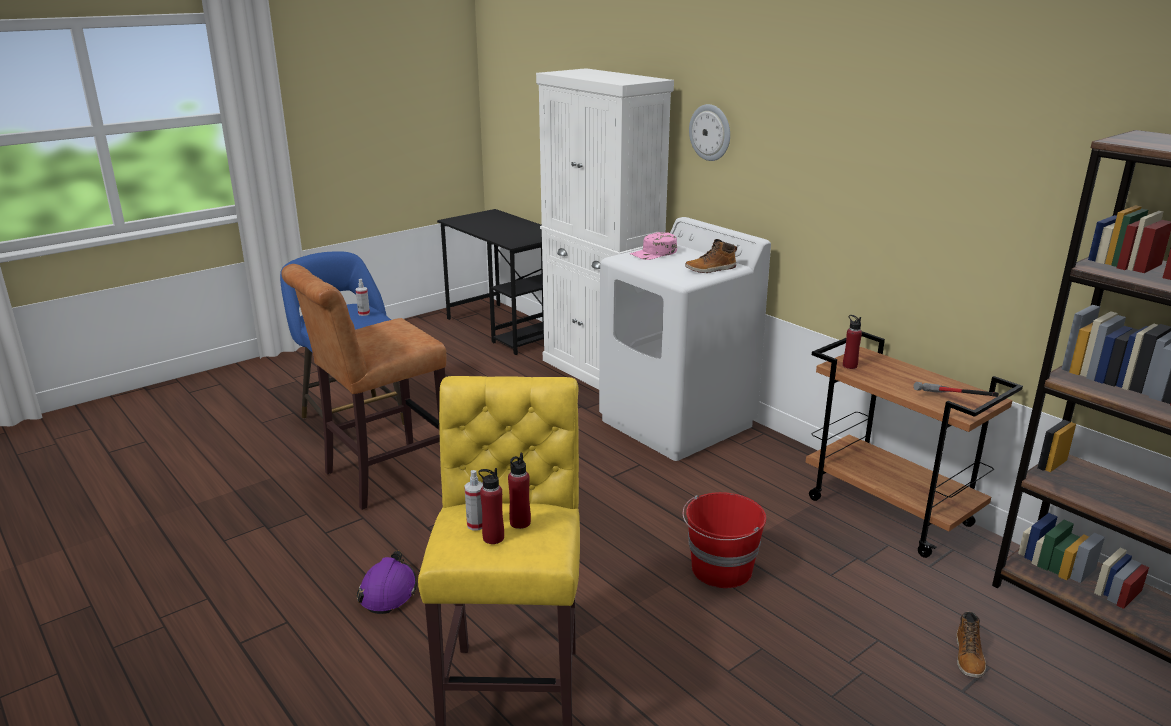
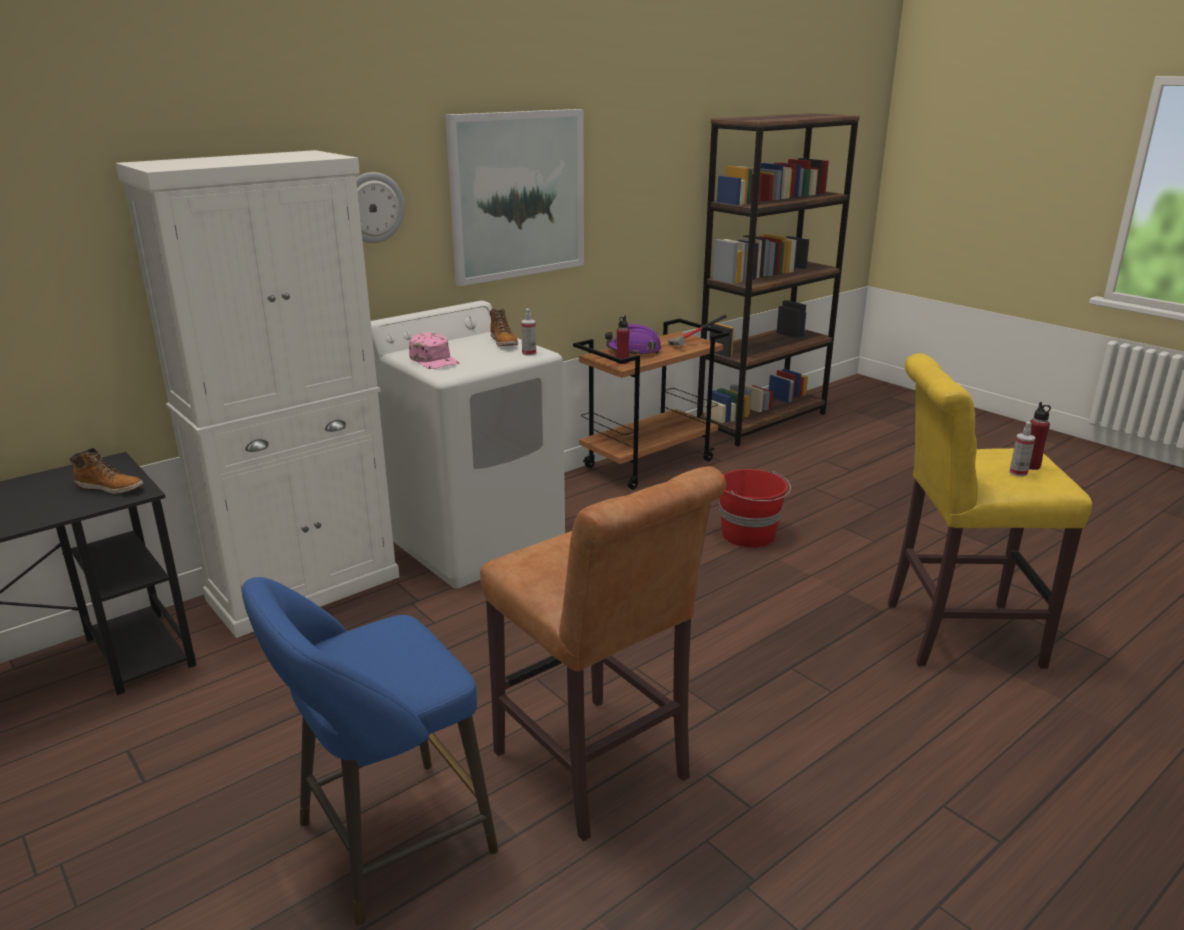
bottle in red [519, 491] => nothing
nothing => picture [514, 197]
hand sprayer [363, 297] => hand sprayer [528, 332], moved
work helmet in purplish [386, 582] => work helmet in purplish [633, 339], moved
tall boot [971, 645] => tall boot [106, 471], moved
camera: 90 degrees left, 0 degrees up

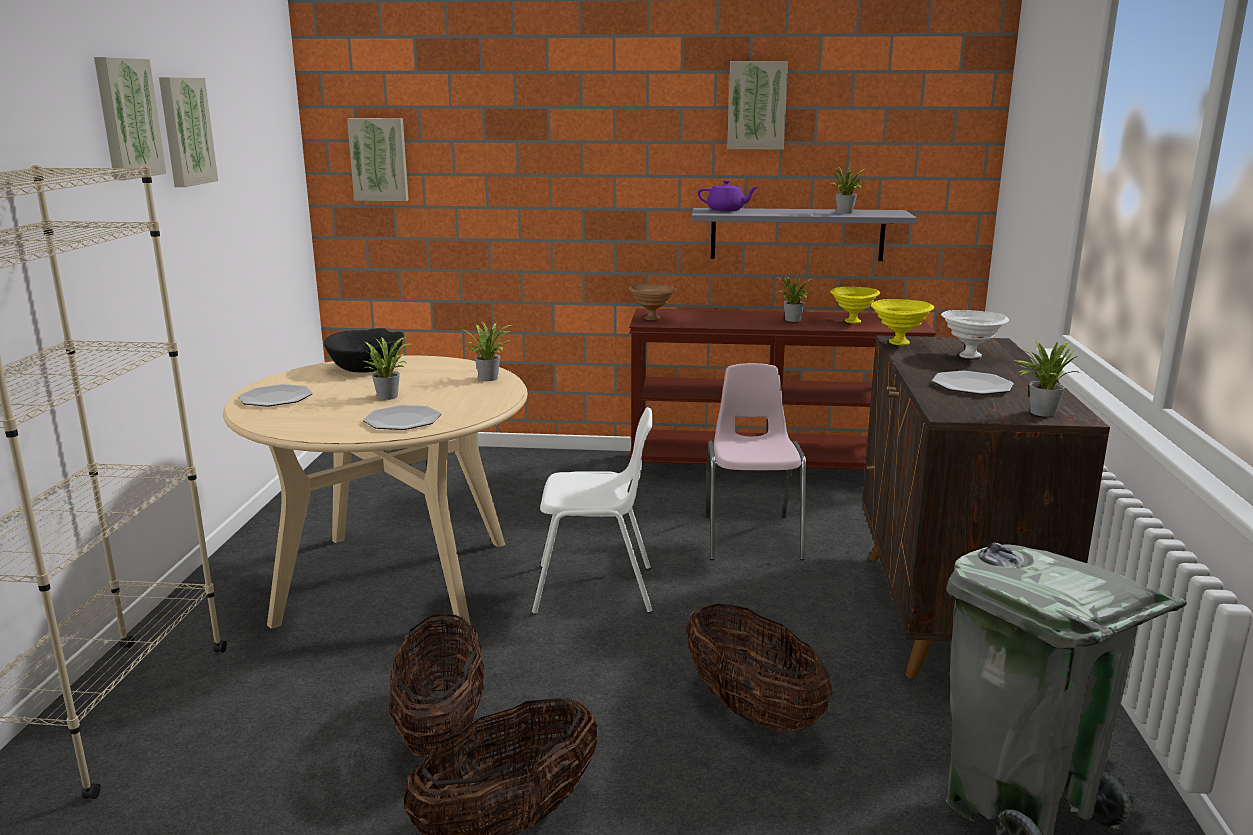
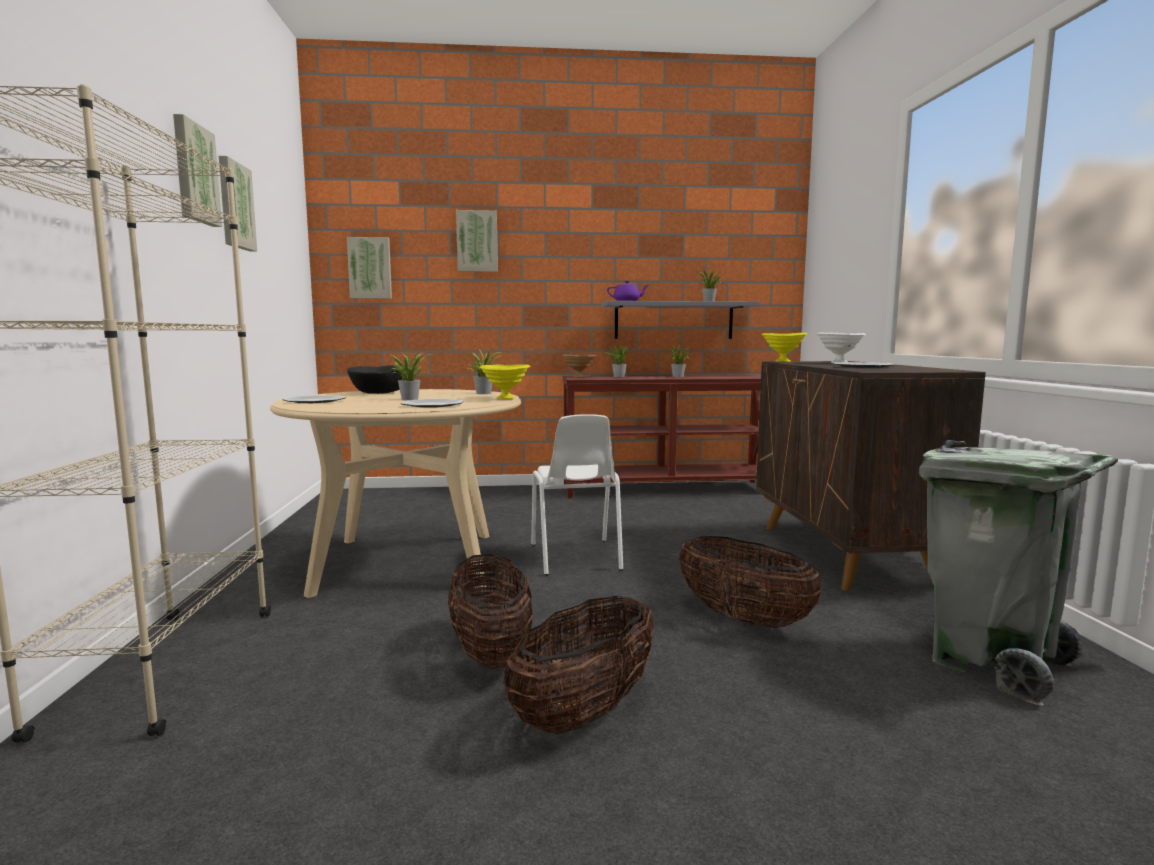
plain chair in pink-coloured [755, 461] => nothing
picture [757, 105] => picture [477, 241], moved
serving bowl in yellow-coloured [855, 305] => serving bowl in yellow-coloured [504, 381], moved
potted plant [1047, 378] => potted plant [618, 360], moved
plain chair in whitish [592, 511] => plain chair in whitish [577, 494], 90 degrees clockwise
camera: 10 degrees left, 10 degrees down

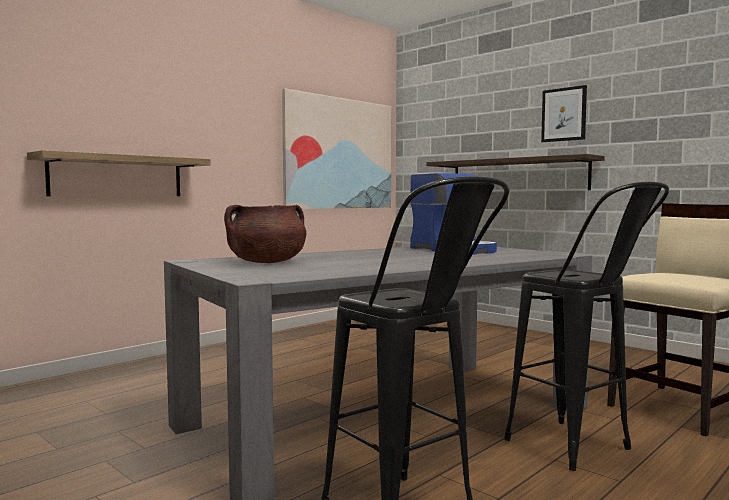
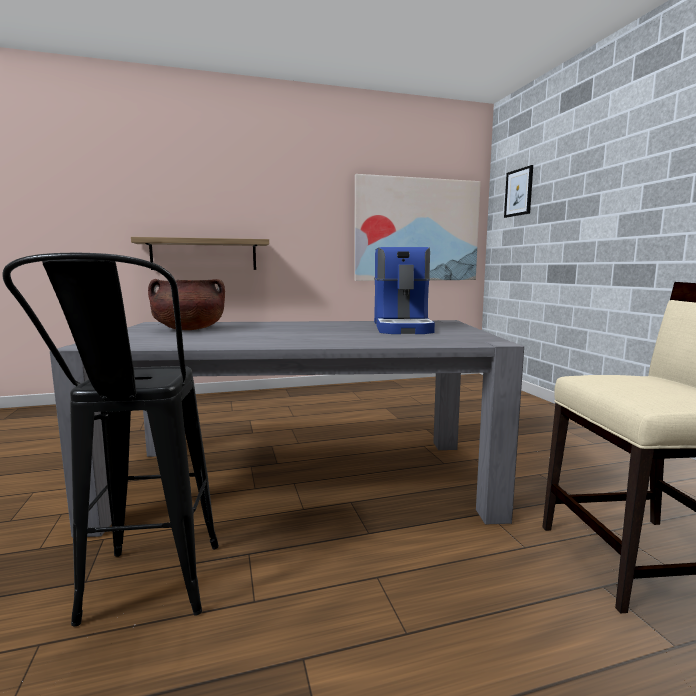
wall shelf [515, 172] => nothing
sitting stool in black-coloured [586, 326] => nothing
picture [564, 113] => picture [518, 191], moved
camera: 30 degrees right, 5 degrees up

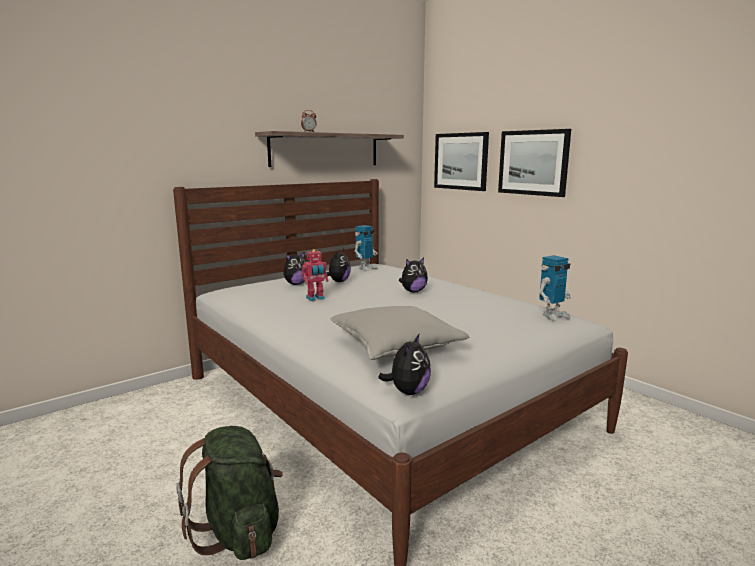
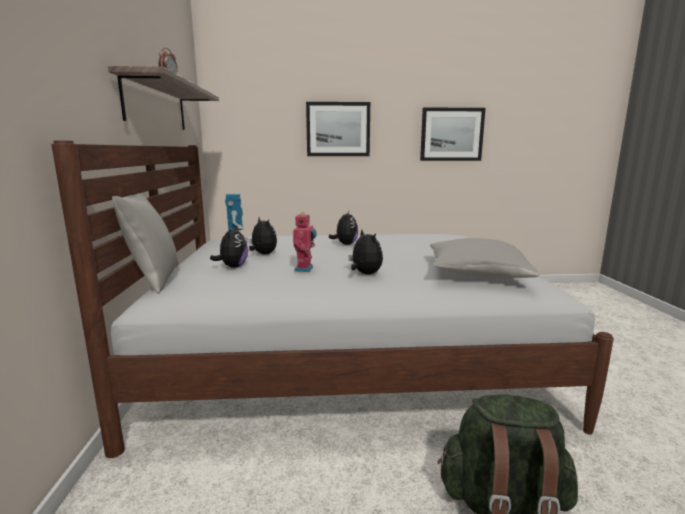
model robot [555, 288] => nothing
nothing => pillow in greyish [145, 243]
cuddly toy [404, 364] => cuddly toy [365, 252], moved
picture [461, 161] => picture [452, 134], moved
camera: 55 degrees left, 0 degrees up

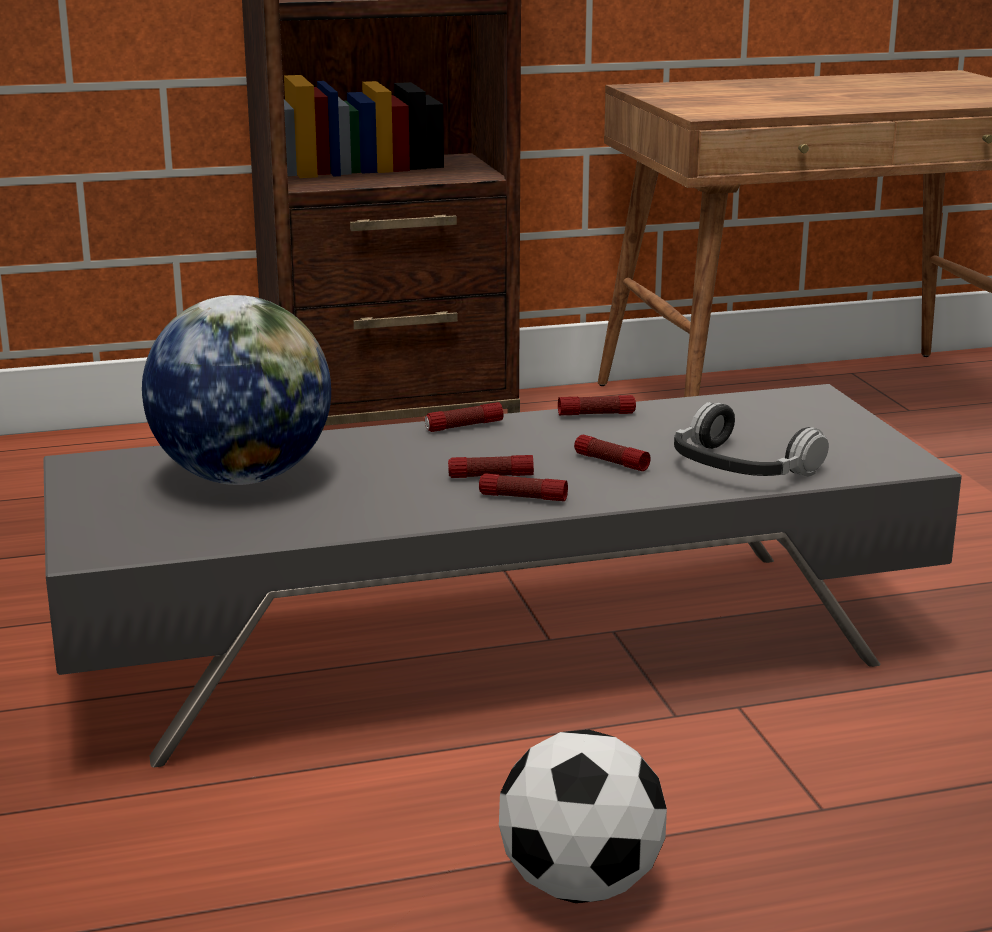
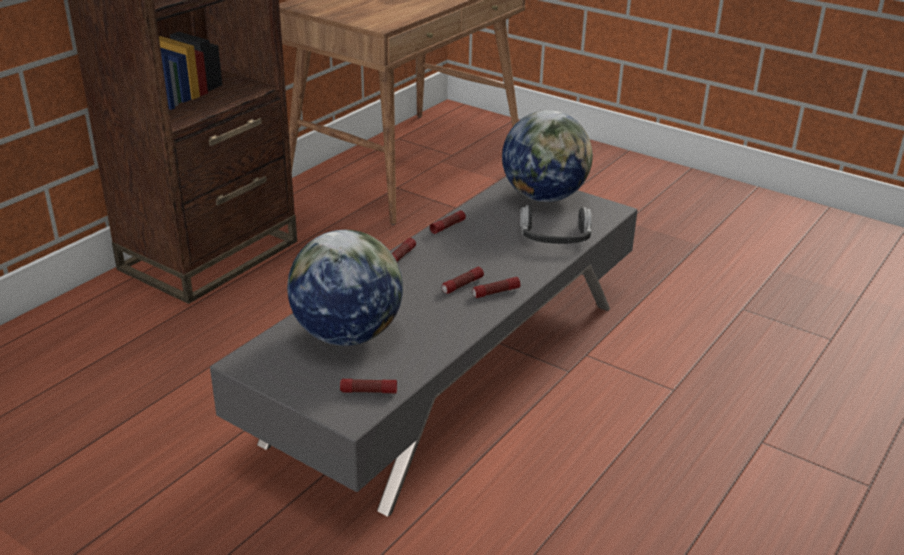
football ball [583, 816] => nothing
nothing => globe [547, 156]
hand torch [612, 453] => hand torch [368, 386], moved
camera: 40 degrees left, 10 degrees up

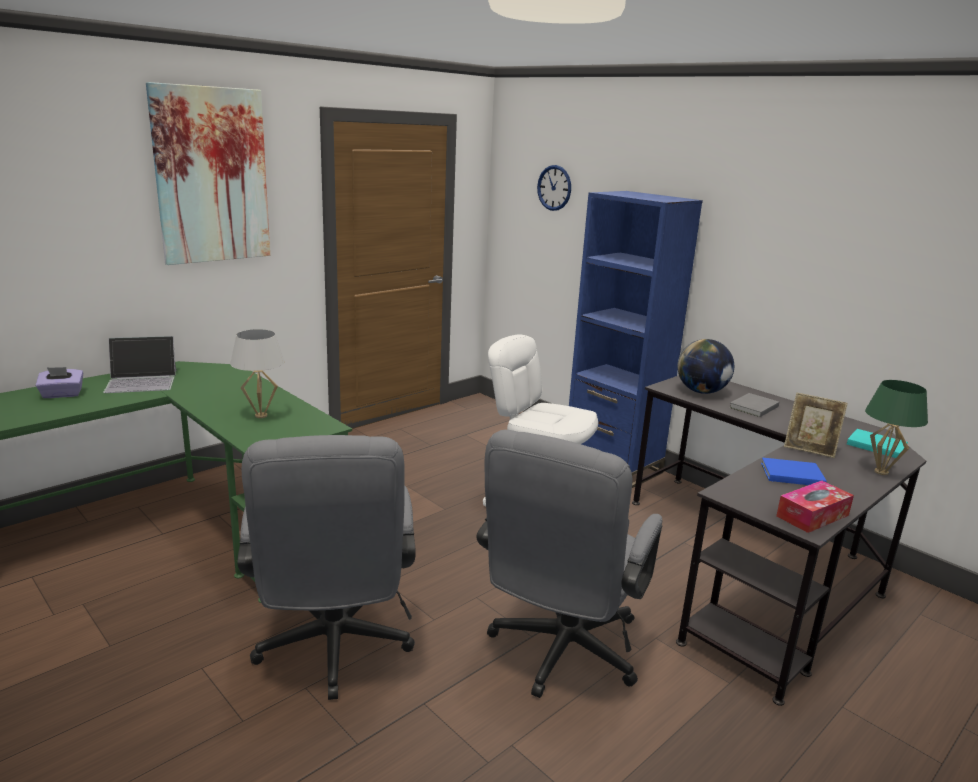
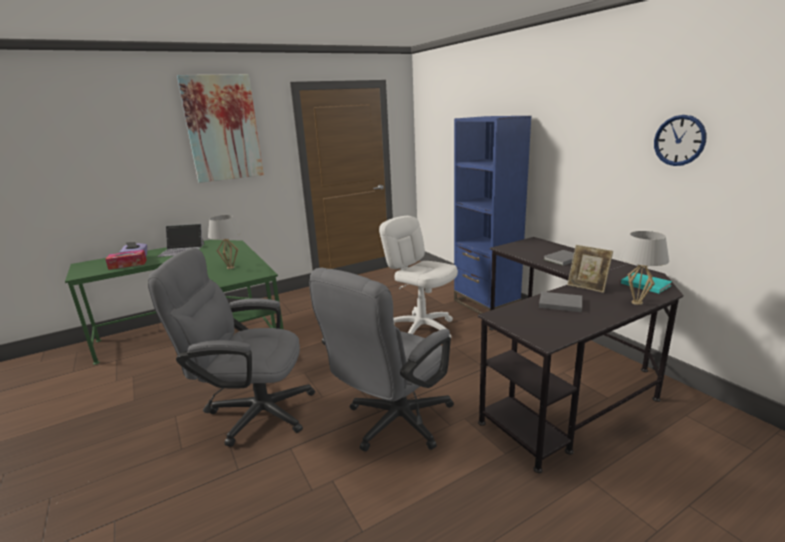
globe [705, 366] => nothing
wall clock [554, 188] => wall clock [680, 140], moved
tissue holder [815, 507] => tissue holder [126, 260], moved
volume in bluish [794, 471] => volume in greyish [560, 302]
table lamp in green [896, 427] => table lamp in whitish [644, 268]
desk chair in greyish [326, 567] => desk chair in greyish [231, 347], 90 degrees clockwise
camera: 15 degrees right, 0 degrees up

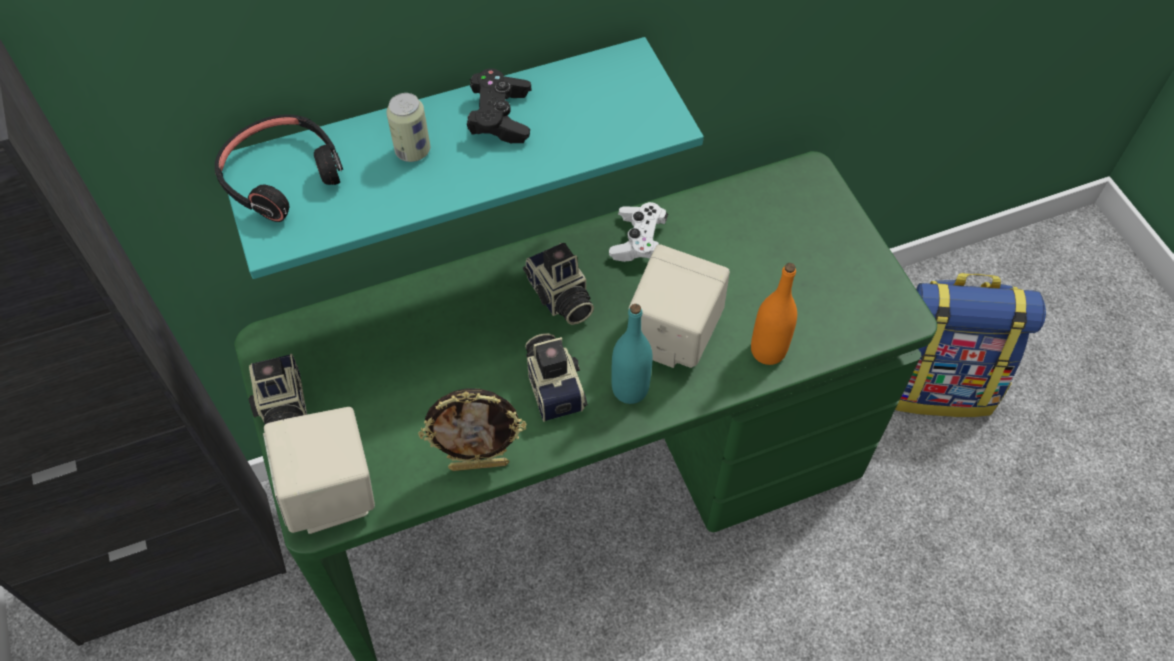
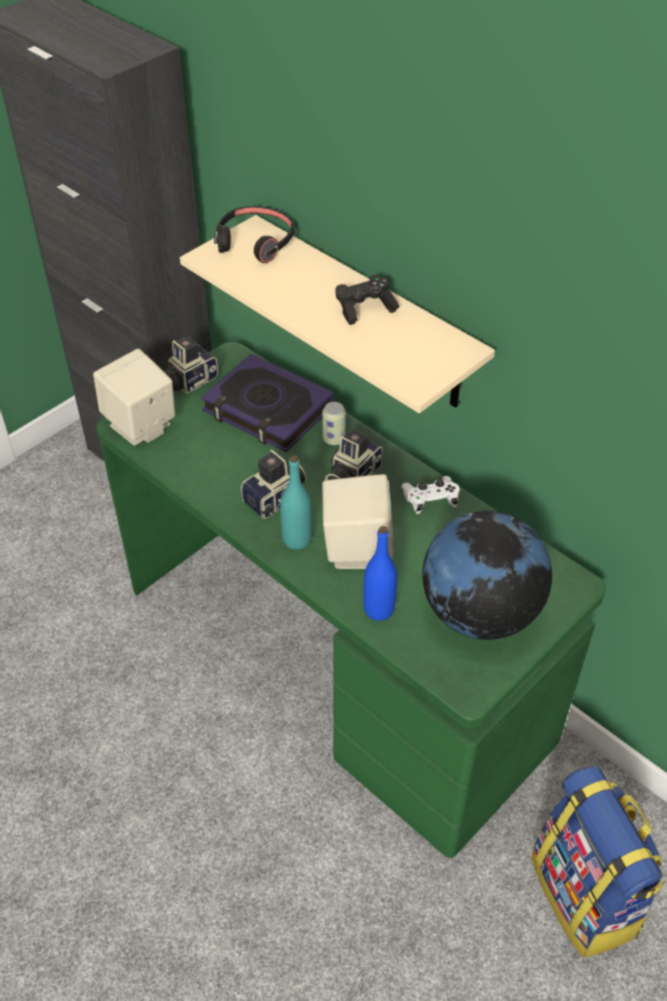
standing frame [472, 429] => nothing
nothing => volume [267, 403]
nothing => globe [487, 575]
metal can [408, 127] => metal can [334, 423], moved
wall shelf in blue-green [463, 158] => wall shelf in sand-coloured [337, 314]
bottle in orange [774, 314] => bottle in bluish [380, 573]
camera: 65 degrees right, 10 degrees down

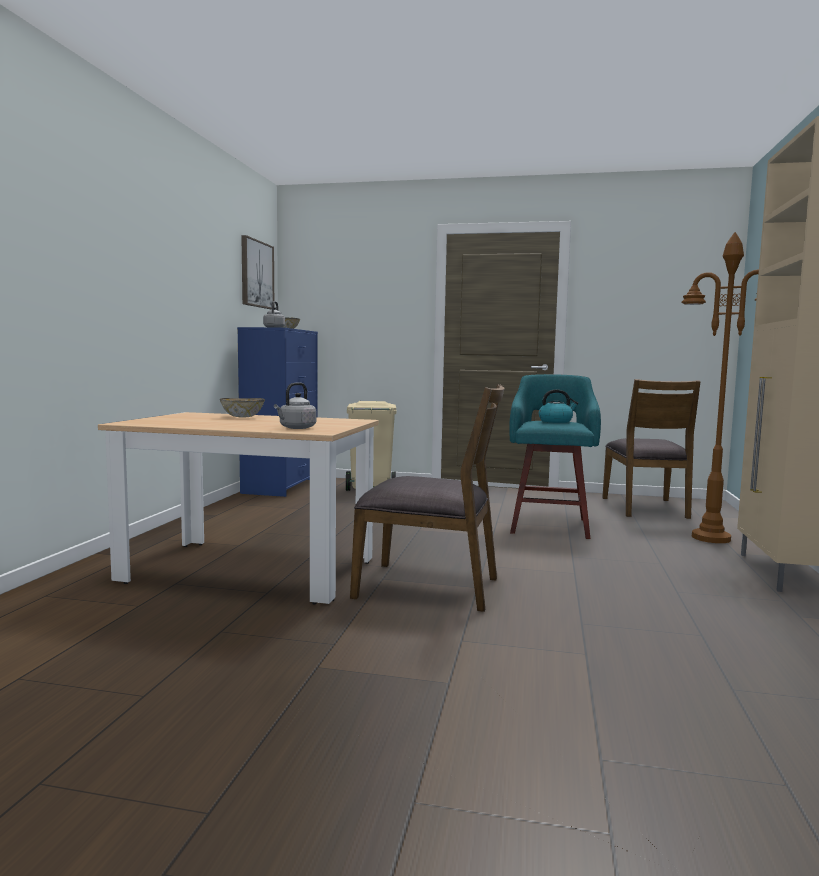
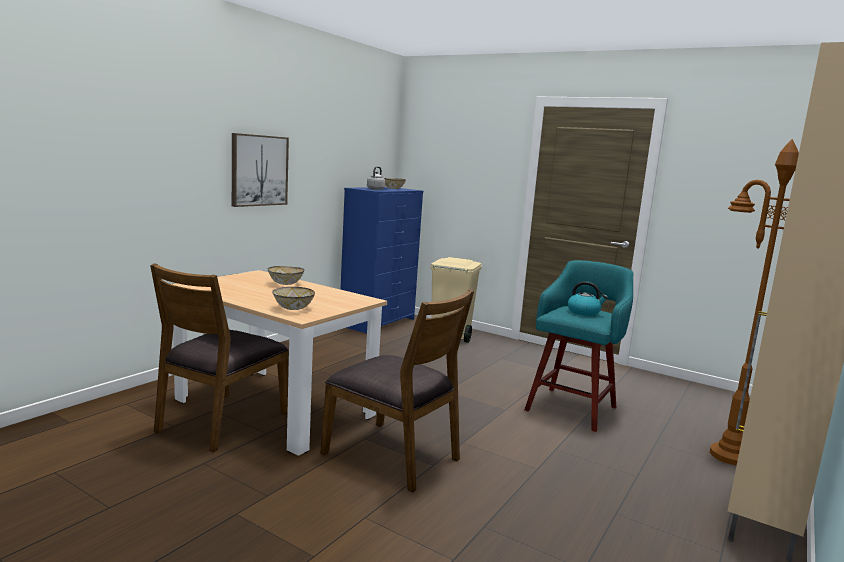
picture [257, 272] => picture [260, 170], moved
plain chair in brownish [651, 449] => plain chair in brownish [219, 357], moved
water kettle in greyish [295, 405] => serving bowl [293, 298]
camera: 20 degrees right, 5 degrees up

